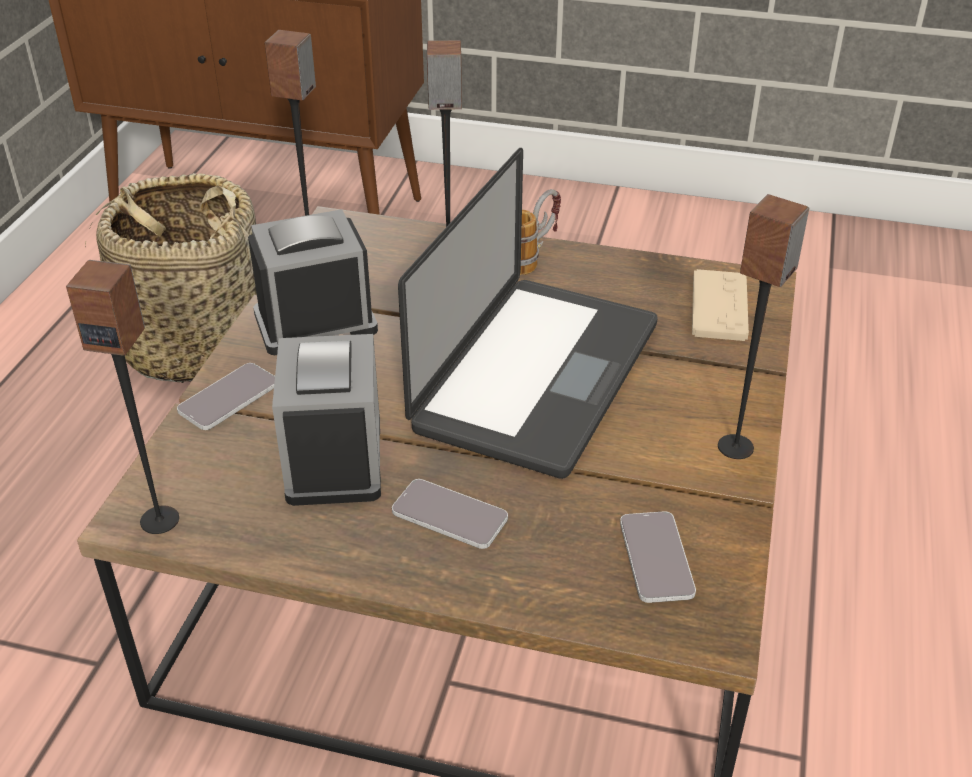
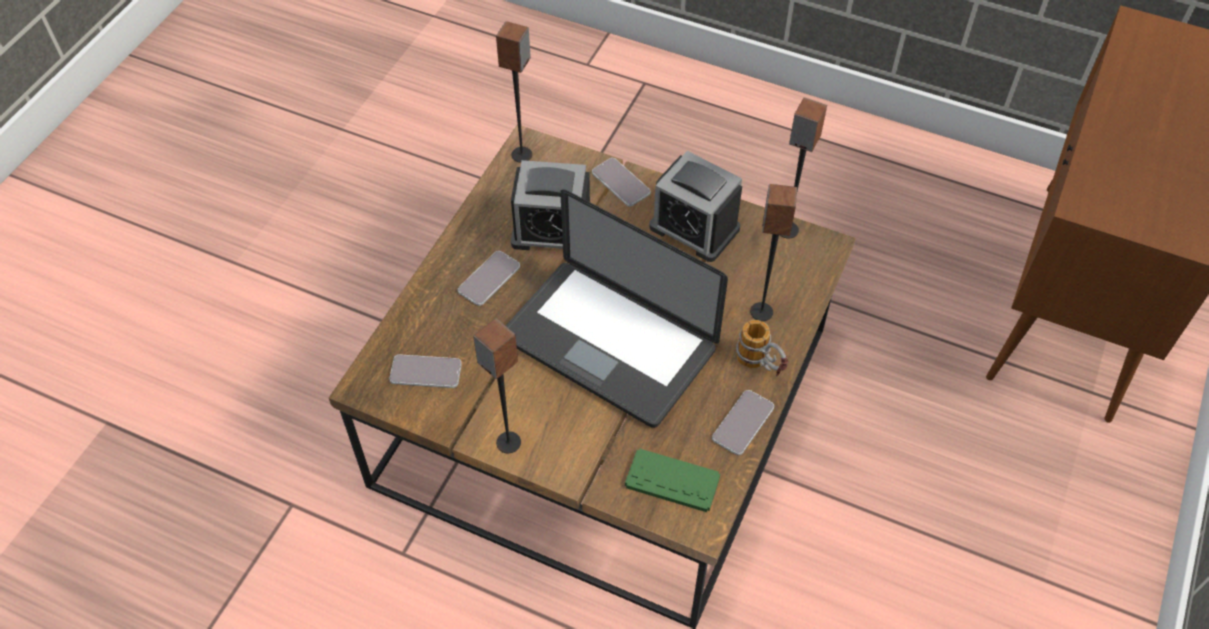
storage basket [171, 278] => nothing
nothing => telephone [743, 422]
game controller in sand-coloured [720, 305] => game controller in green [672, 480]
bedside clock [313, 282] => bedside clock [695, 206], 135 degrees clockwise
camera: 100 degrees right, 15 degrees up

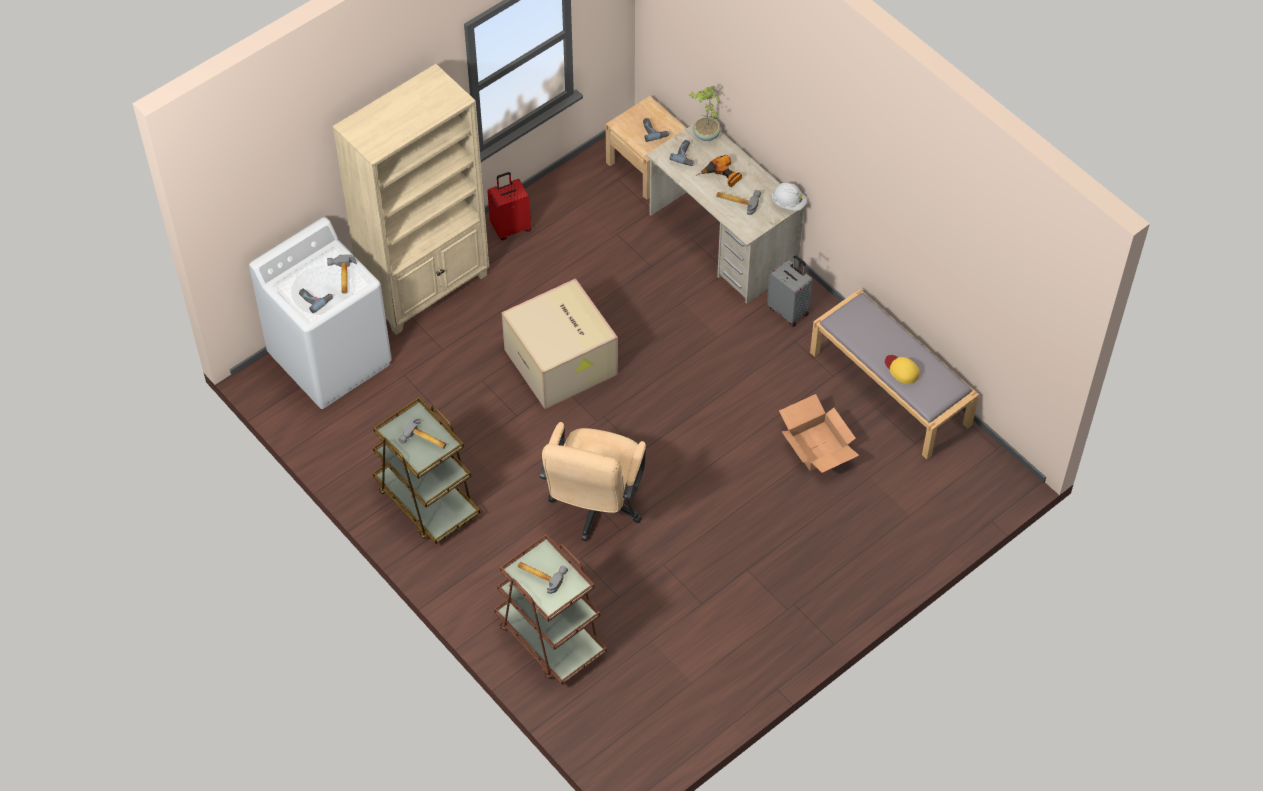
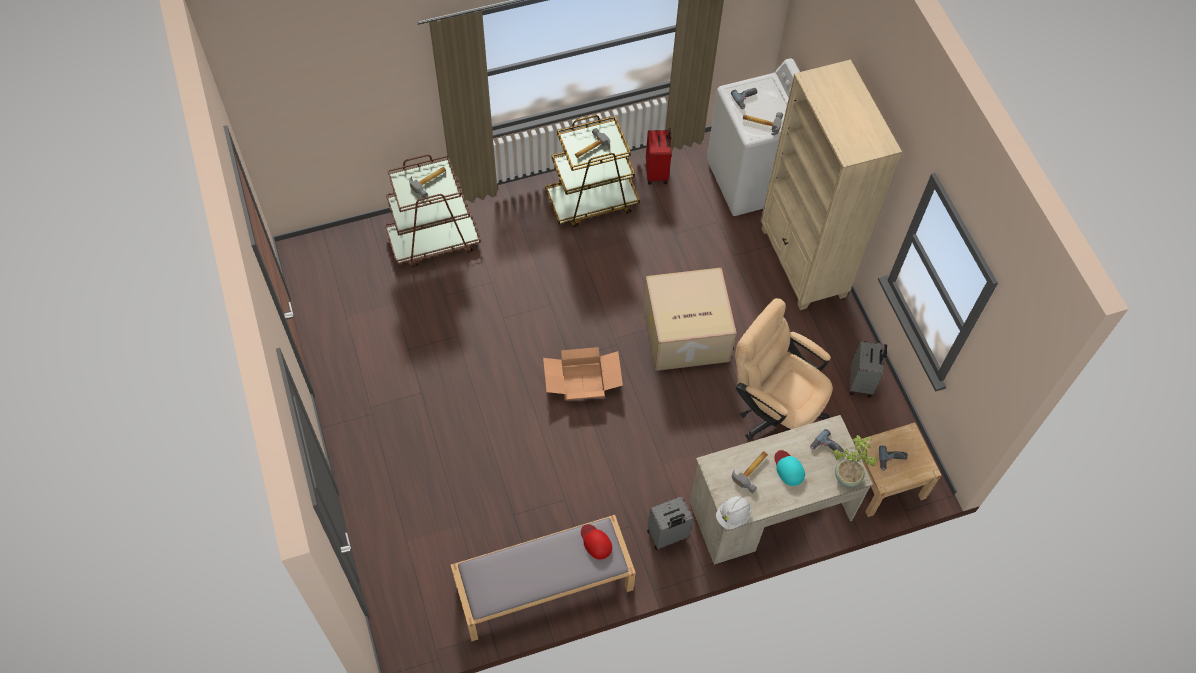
cap in yellow-coloured [902, 369] => nothing
nothing => cap in red [596, 542]
nothing => suitcase in greyish [868, 369]
suitcase in red [509, 206] => suitcase in red [659, 156], moved
desk chair in sand-coloured [593, 482] => desk chair in sand-coloured [784, 369], moved
cardboard box [819, 433] => cardboard box [583, 373], moved
power drill [719, 171] => cap in blue-green [789, 468]
camera: 110 degrees right, 5 degrees up

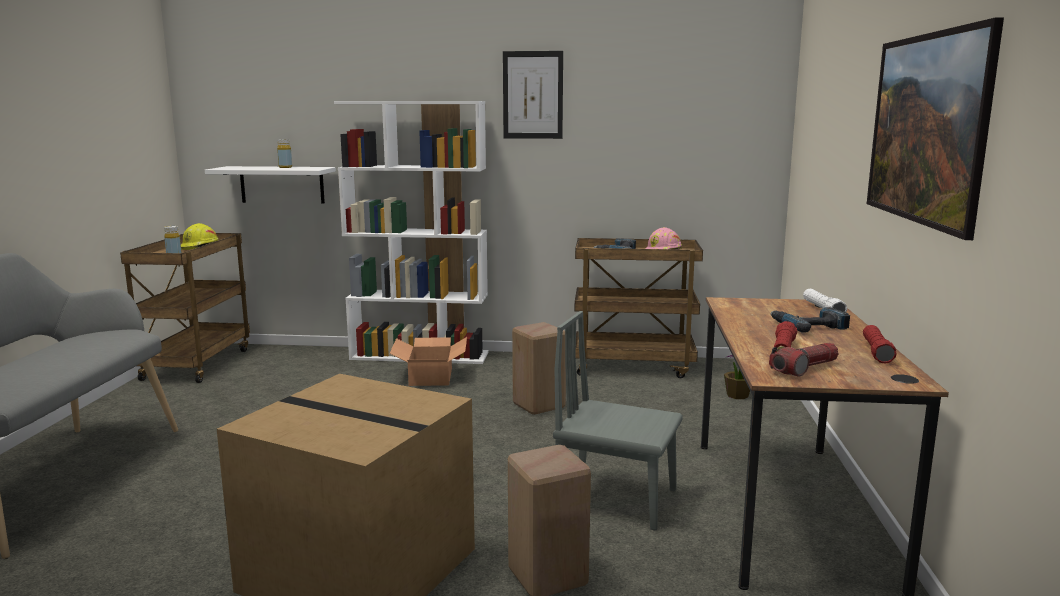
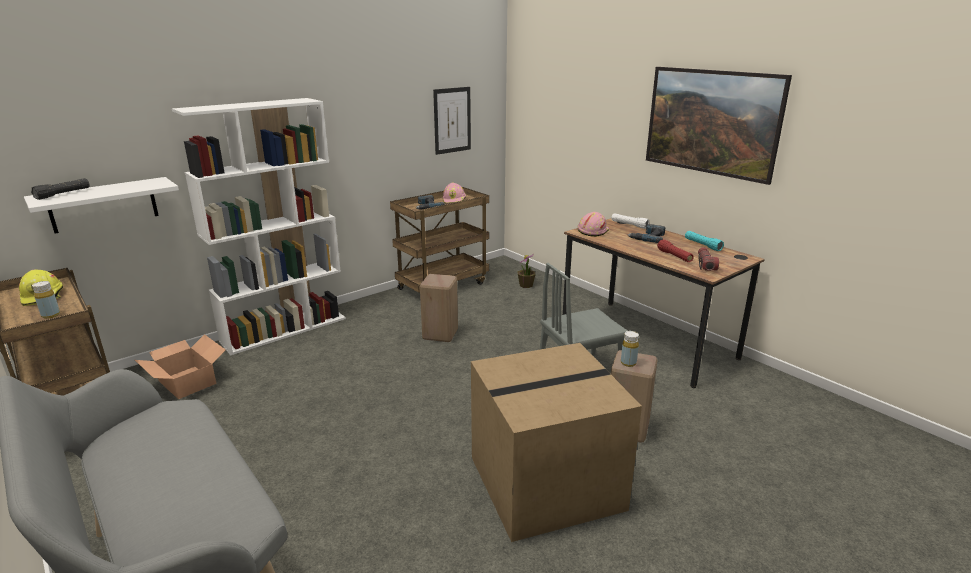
nothing => hand torch in black-coloured [60, 189]
nothing => work helmet in pink-coloured [593, 224]
bottle in yellow-coloured [284, 153] => bottle in yellow-coloured [630, 349], moved
cardboard box [428, 361] => cardboard box [180, 366], moved
picture [533, 95] => picture [452, 121], moved
hand torch in red [880, 344] => hand torch in blue-green [704, 241]
camera: 45 degrees left, 10 degrees up

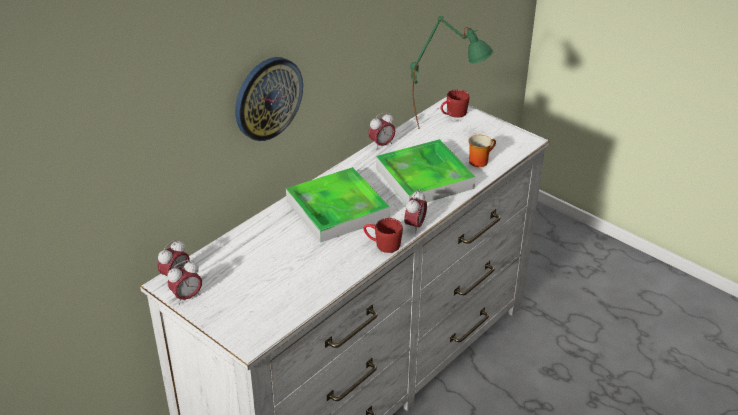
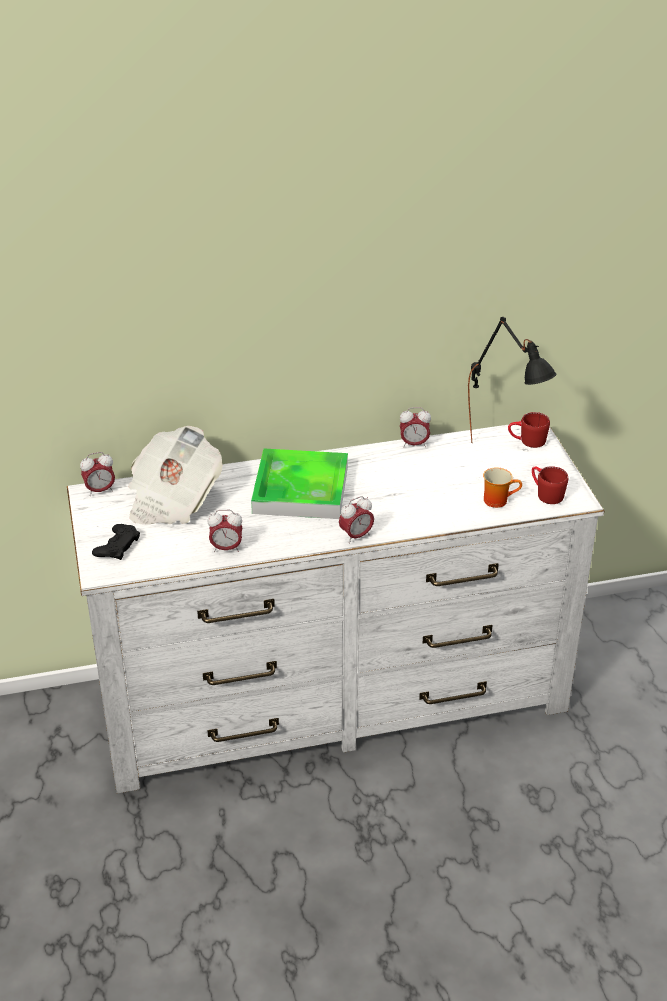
wall clock [269, 99] => nothing
serving tray [426, 171] => nothing
nothing => game controller in black-coloured [116, 542]
nothing => newspaper [175, 475]
bedside clock [184, 282] => bedside clock [224, 531], moved
coffee mug in red [383, 235] => coffee mug in red [550, 485], moved
table lamp in green [451, 72] => table lamp in black-coloured [512, 380]
camera: 35 degrees right, 0 degrees up

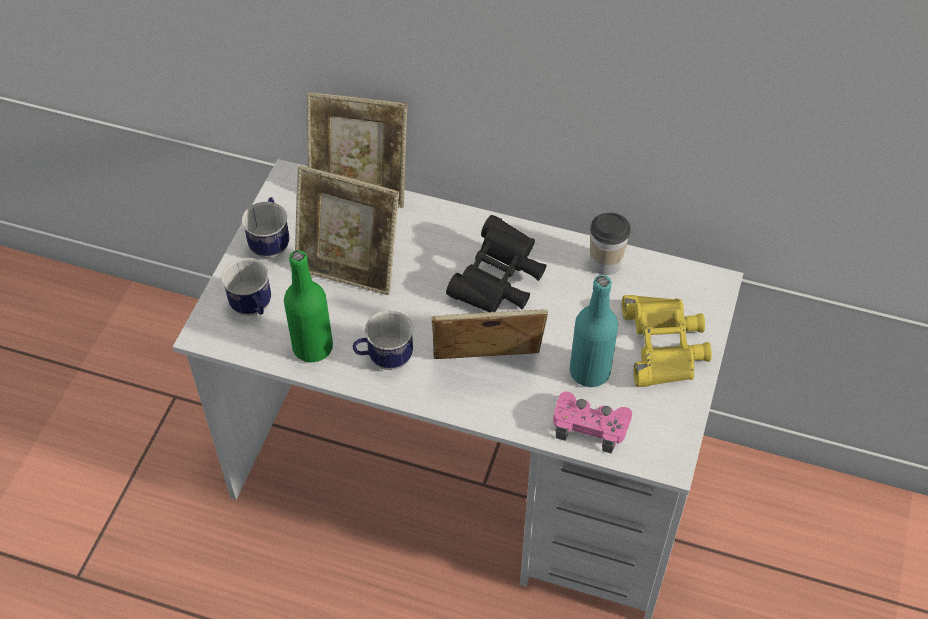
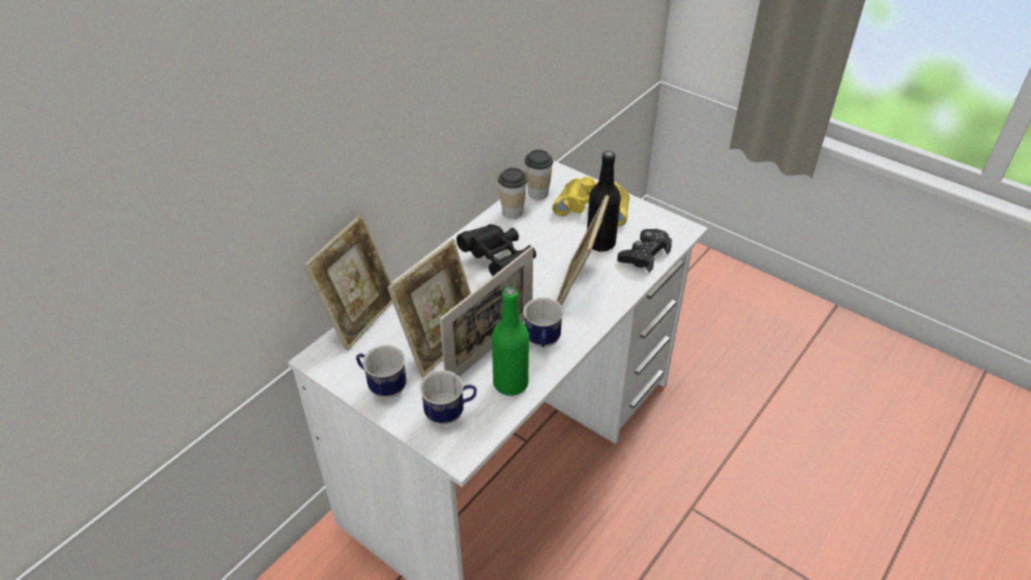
nothing => standing frame [486, 311]
nothing => cup [539, 175]
game controller in pink-coloured [592, 422] => game controller in black-coloured [644, 251]
bottle in blue-green [594, 331] => bottle in black-coloured [604, 201]
camera: 70 degrees left, 10 degrees down

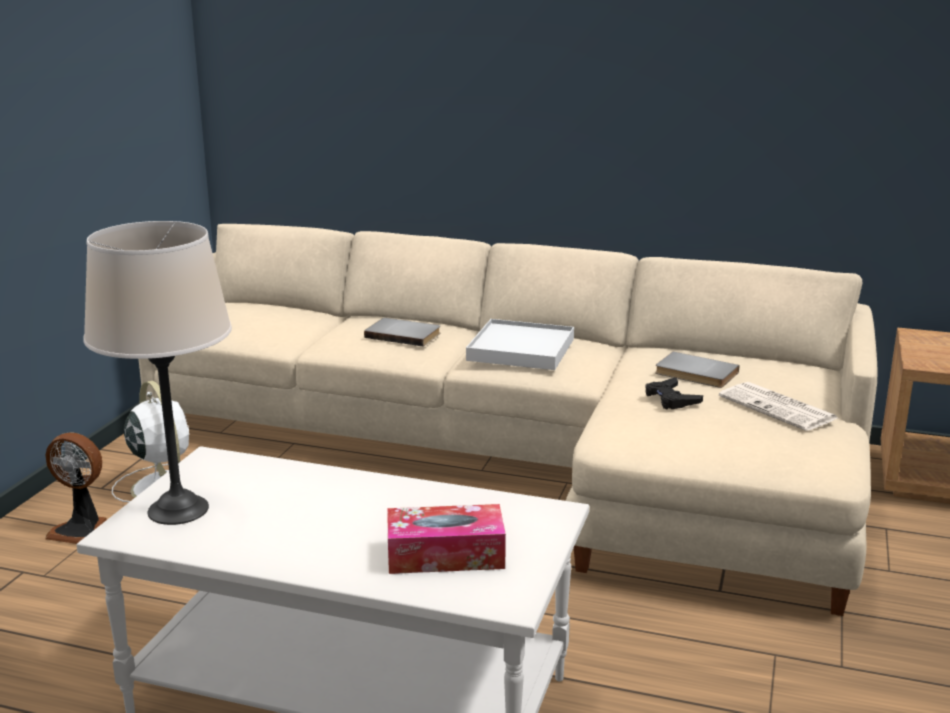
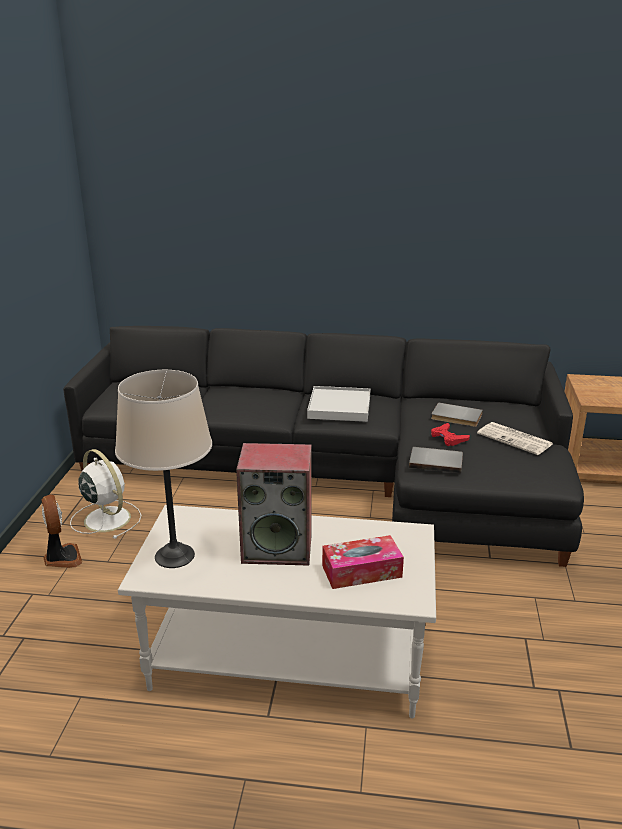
nothing => loudspeaker [274, 504]
volume in greyish [402, 332] => volume in greyish [436, 460], moved
settee in sand-coloured [508, 420] => settee in black-coloured [323, 446]
game controller in black-coloured [674, 393] => game controller in red [450, 434]
electric fan [76, 488] => electric fan [62, 531], 120 degrees counterclockwise
camera: 10 degrees left, 5 degrees up

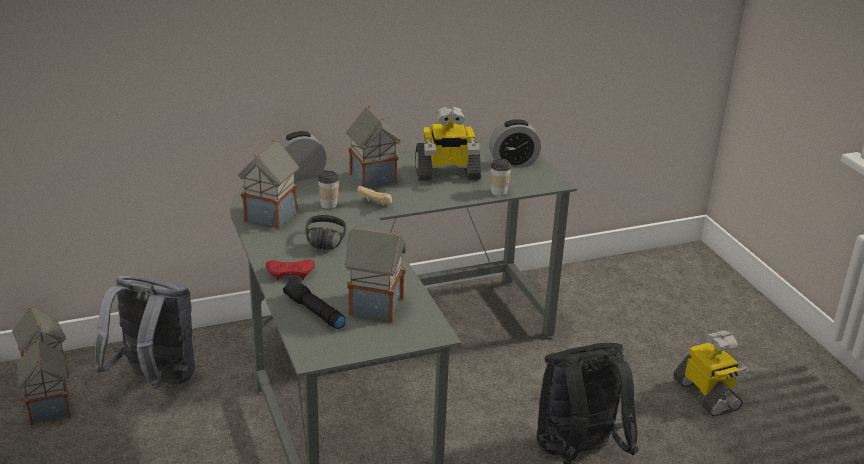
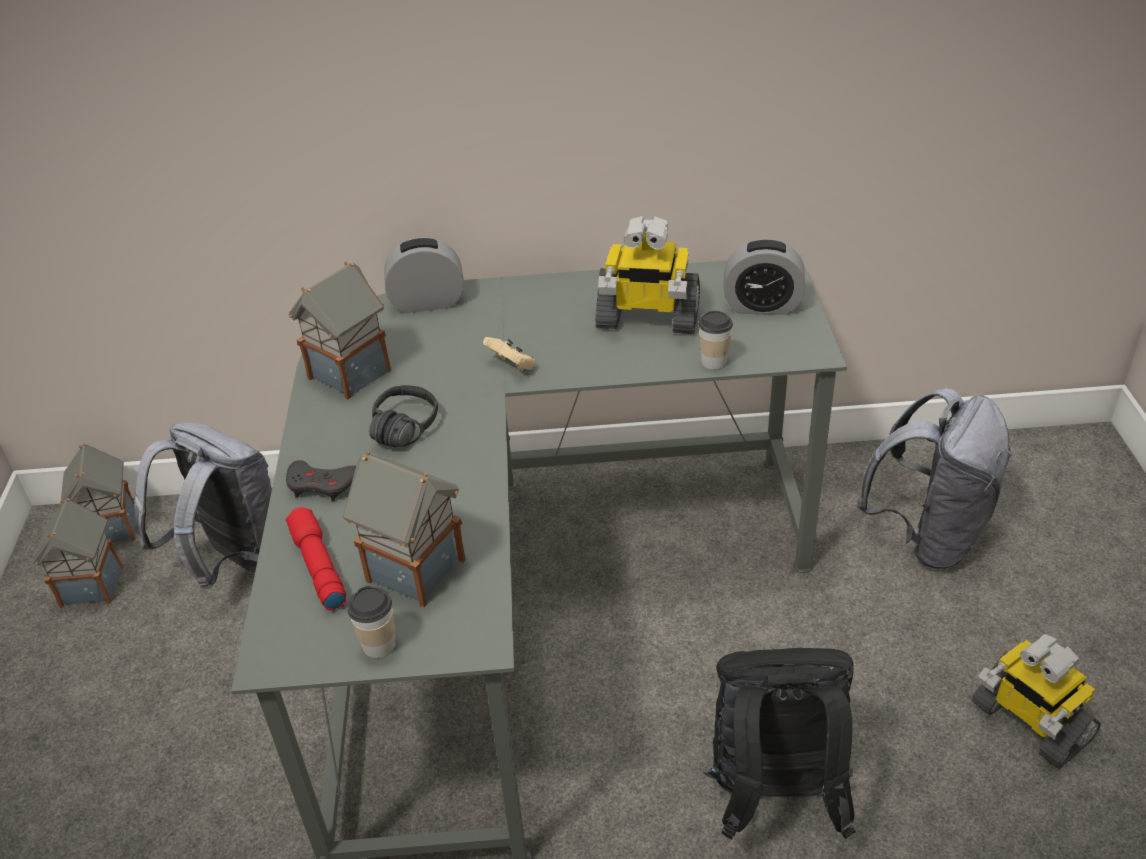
toy house [373, 146] => nothing
nothing => rucksack in greyish [934, 478]
cup [328, 189] => cup [371, 622], moved
game controller in red [290, 270] => game controller in greyish [321, 480]
hand torch in black-coloured [314, 304] => hand torch in red [316, 559]
model robot [713, 373] => model robot [1036, 701], 150 degrees clockwise
camera: 20 degrees right, 10 degrees up

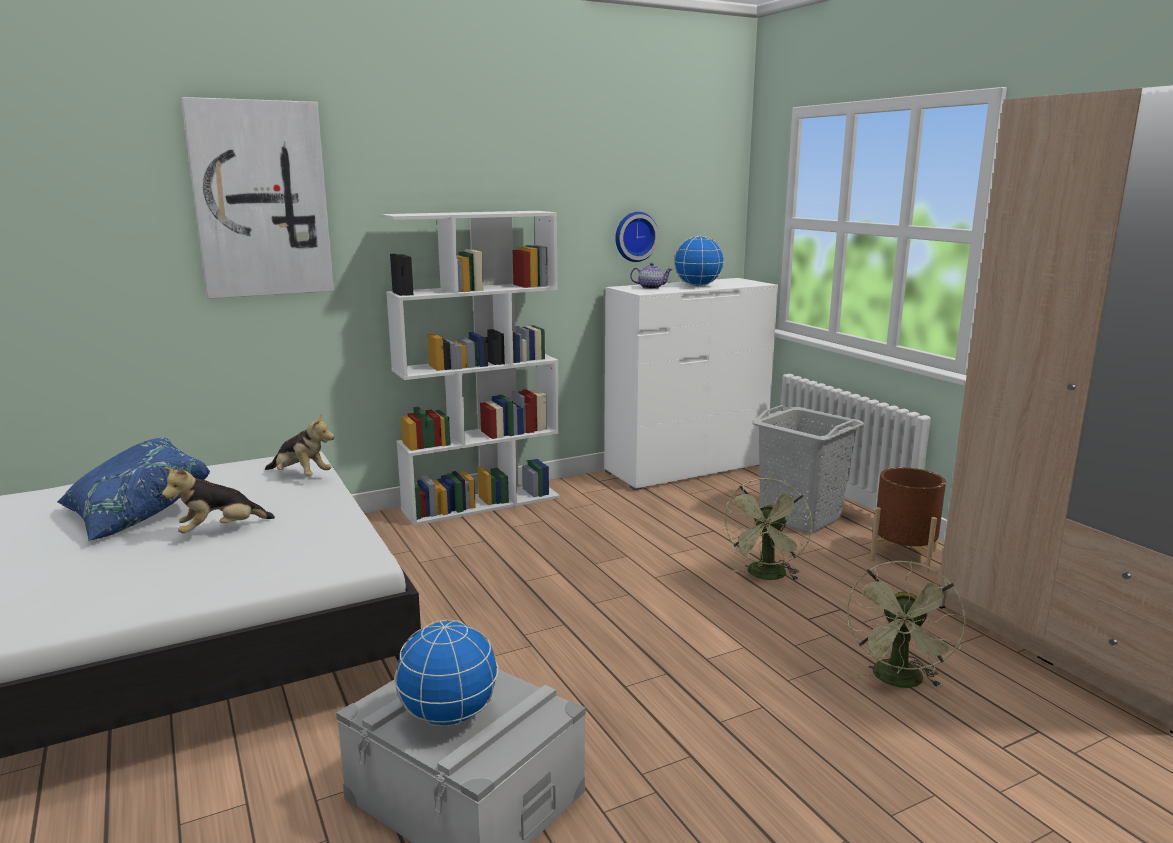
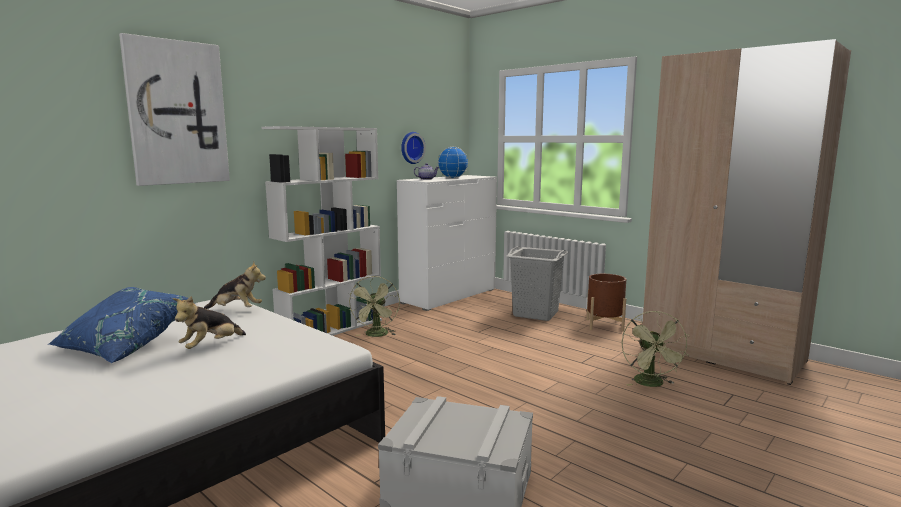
globe [446, 673] => nothing
electric fan in green [767, 529] => electric fan in green [374, 306], moved
camera: 20 degrees left, 5 degrees down

